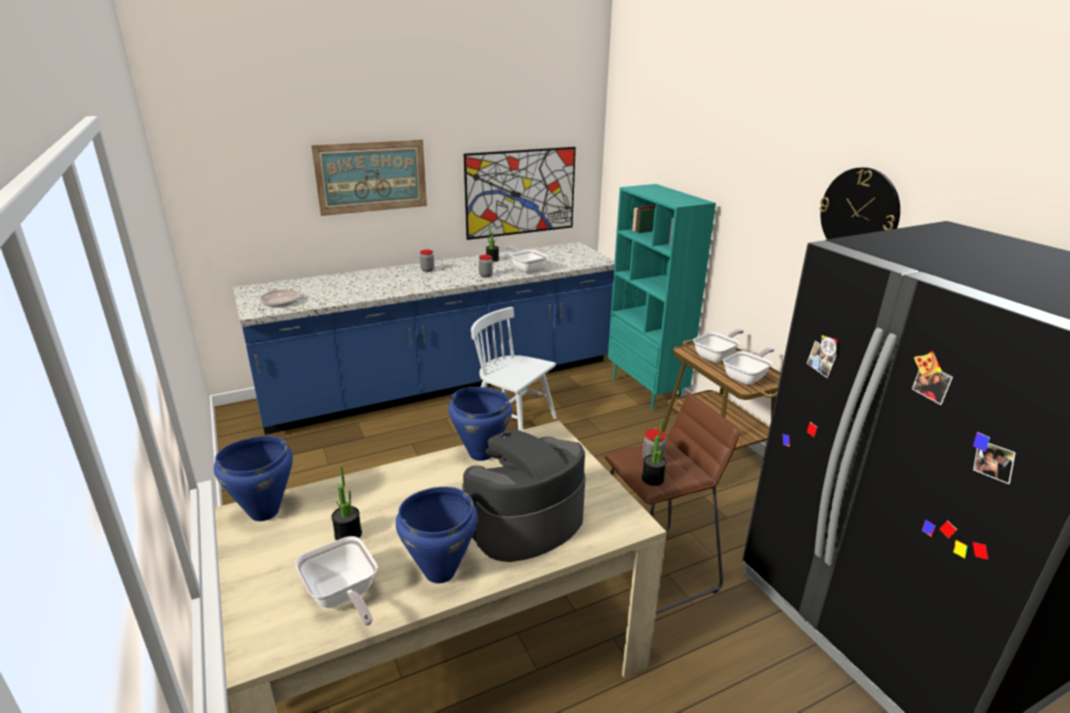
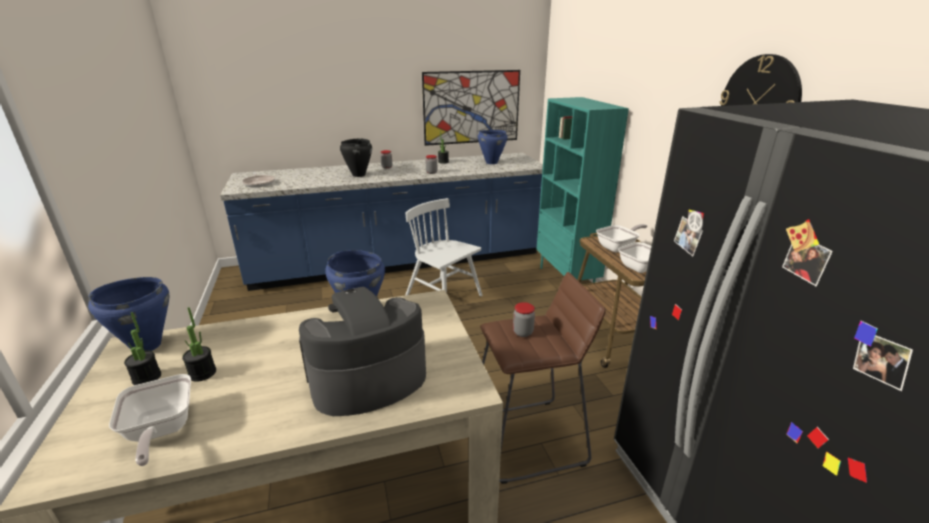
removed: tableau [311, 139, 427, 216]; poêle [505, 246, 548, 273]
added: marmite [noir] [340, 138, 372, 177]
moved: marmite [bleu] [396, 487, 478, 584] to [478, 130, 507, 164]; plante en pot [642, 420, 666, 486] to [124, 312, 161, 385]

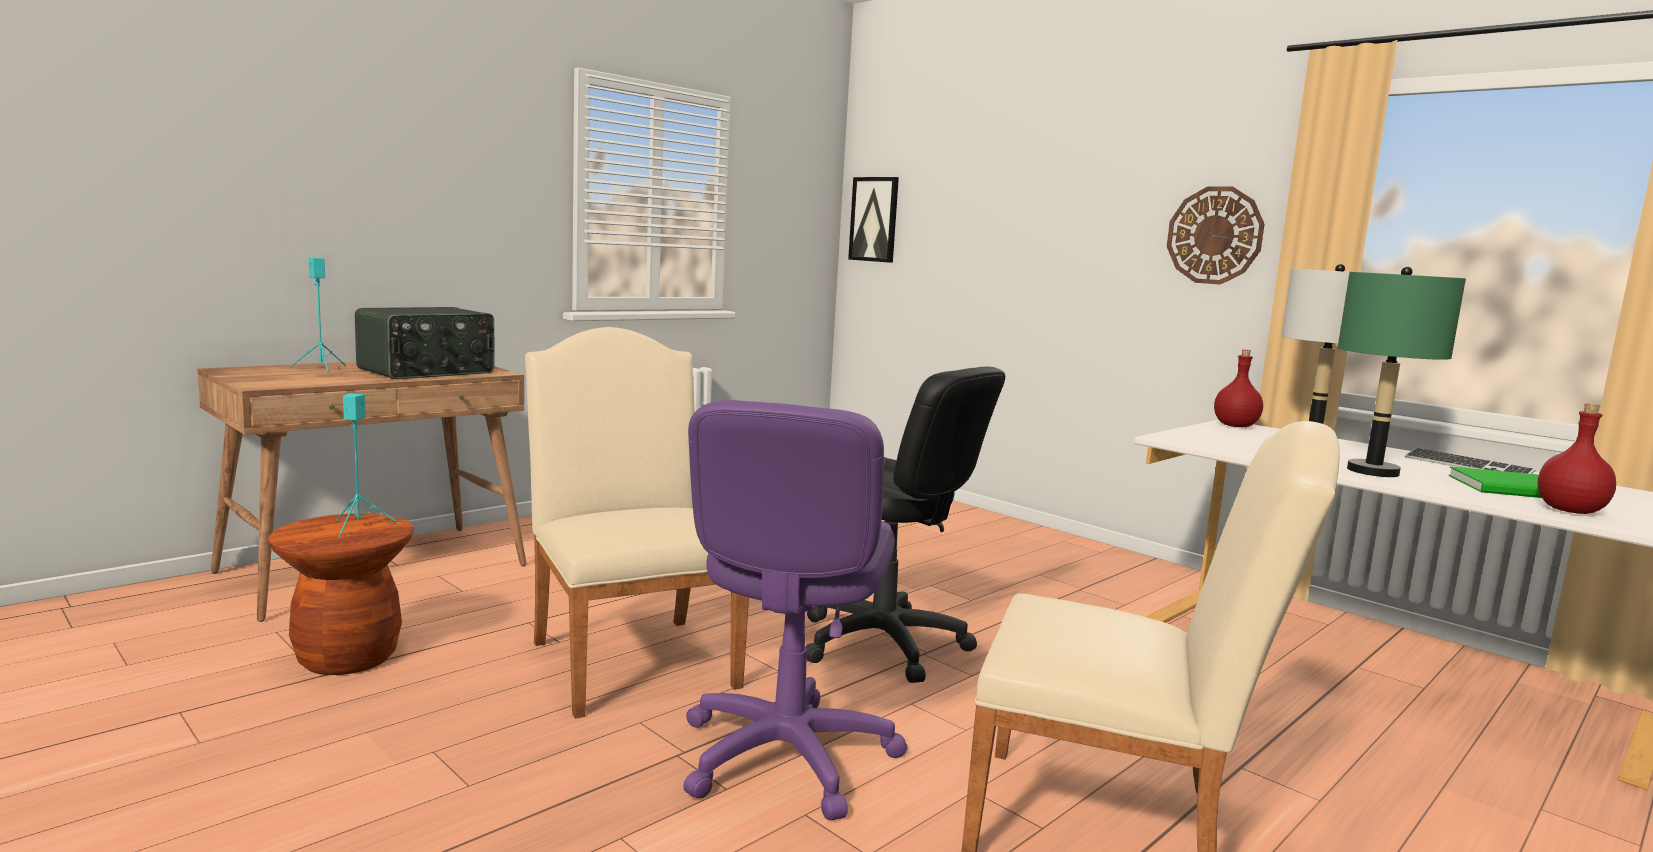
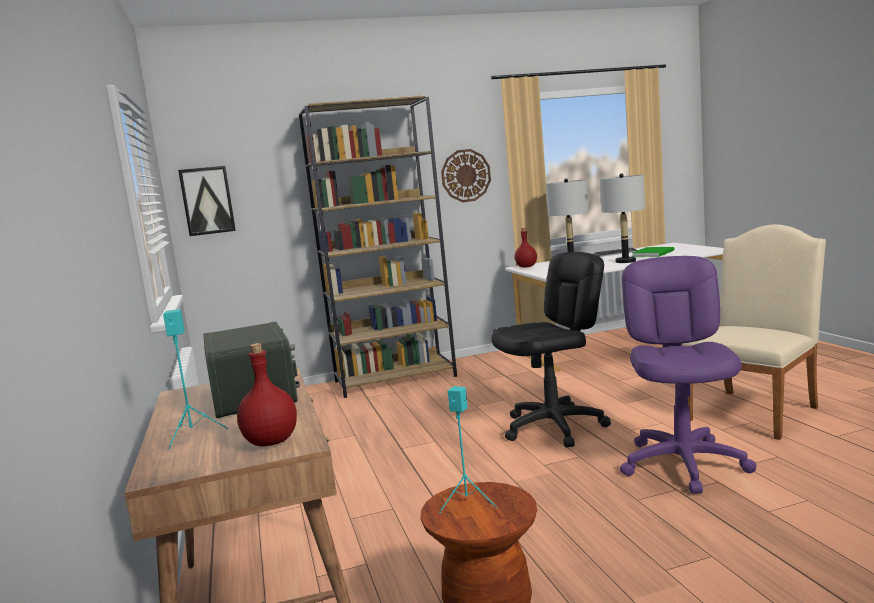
removed: chaise [beige] [525, 327, 749, 719]
added: bibliothèque [marron] [298, 95, 457, 398]
moved: bouteille [rouge] [1537, 404, 1616, 514] to [237, 343, 297, 446]
recoloured: lampe de table [vert] [1338, 267, 1466, 477] to lampe de table [gris] [600, 173, 645, 263]
turned: chaise de bureau [violet] [683, 400, 908, 821] = [620, 256, 757, 494] 120 degrees counterclockwise

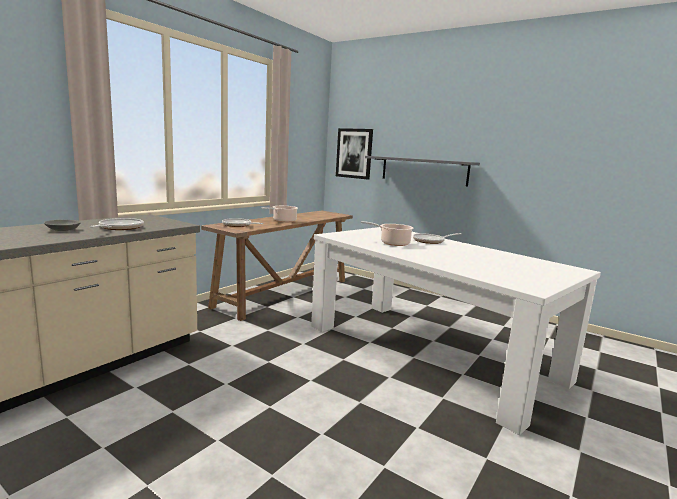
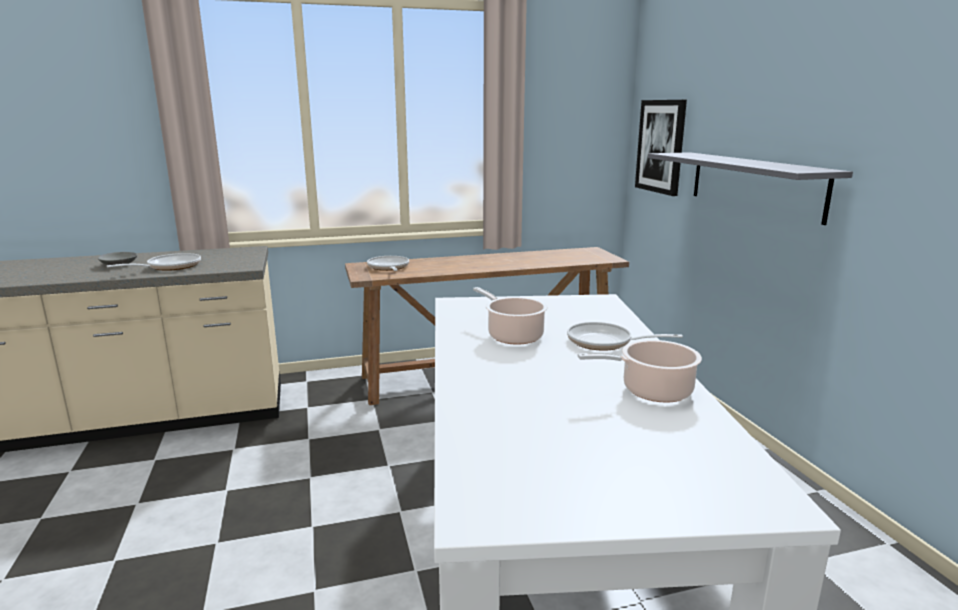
moved: marmite [262, 206, 298, 222] to [578, 340, 702, 402]

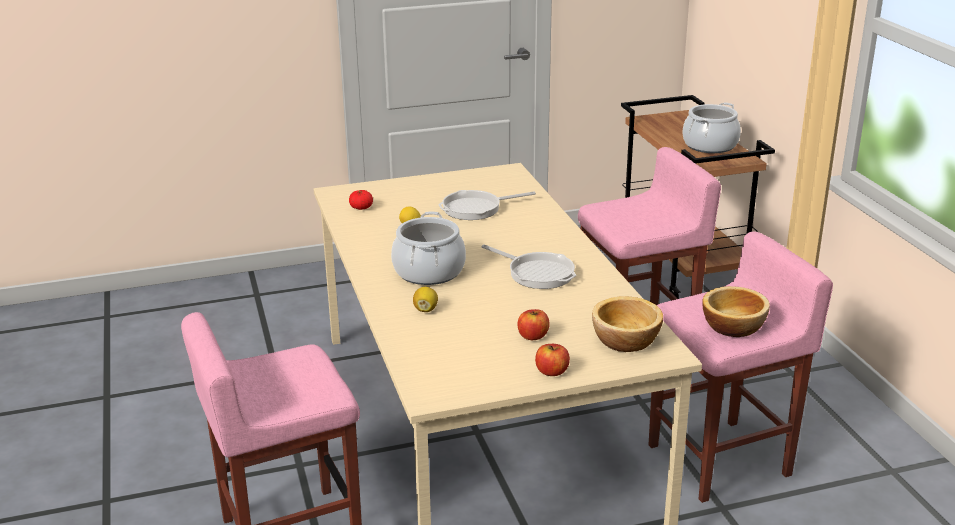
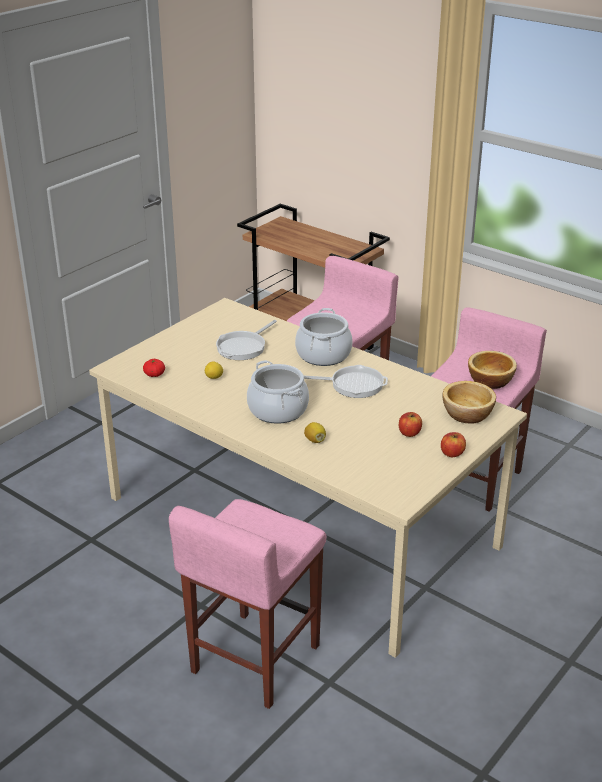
moved: marmite [682, 102, 741, 153] to [295, 308, 352, 366]

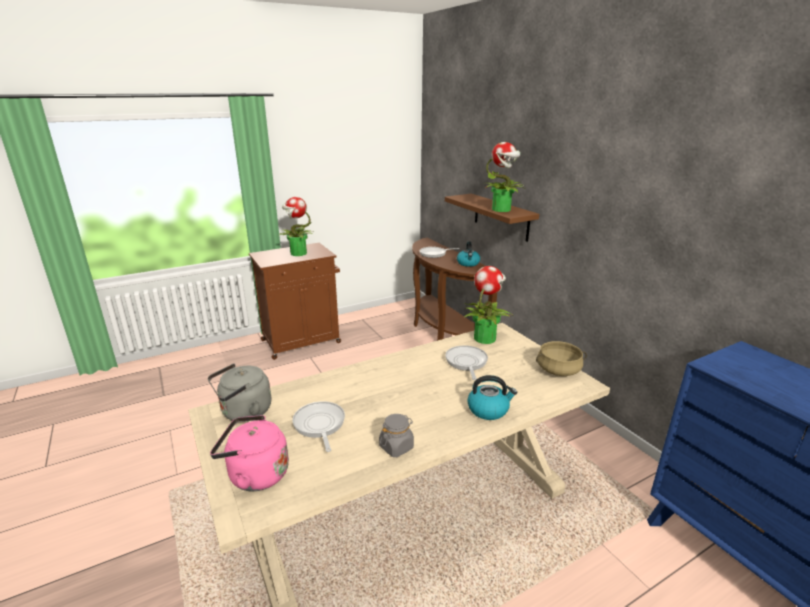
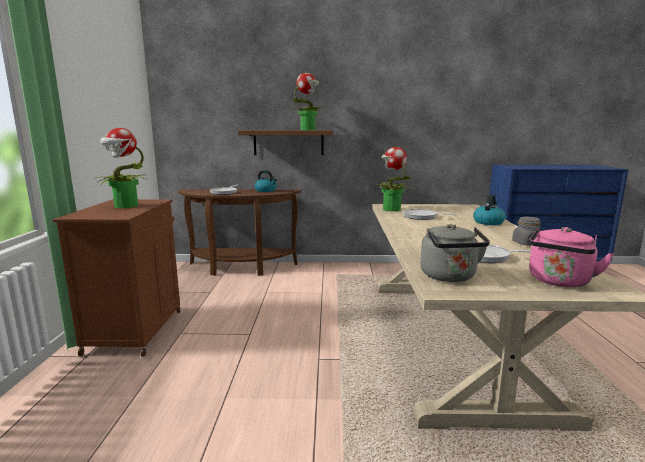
removed: marmite [beige] [536, 341, 587, 376]

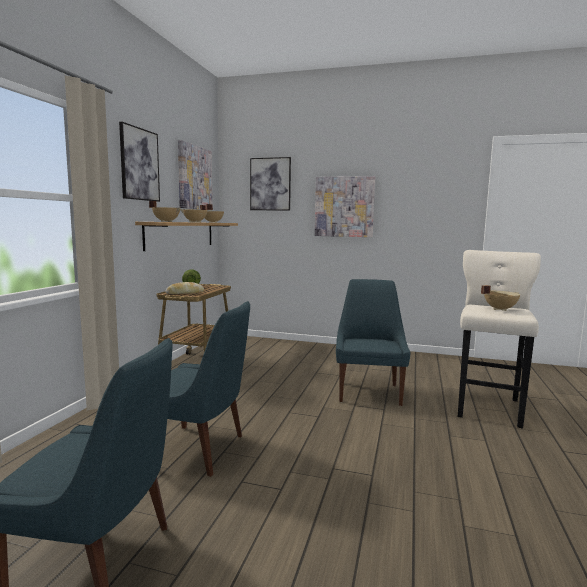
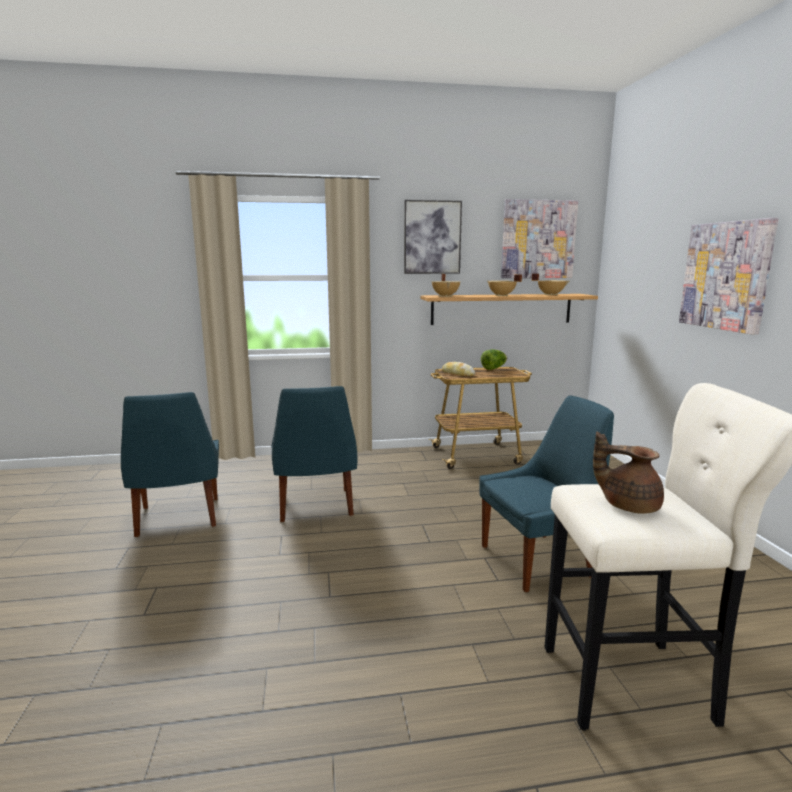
removed: tableau [250, 157, 291, 211]
replaced: marmite [beige] [481, 285, 520, 311] to théière [marron] [593, 431, 664, 514]

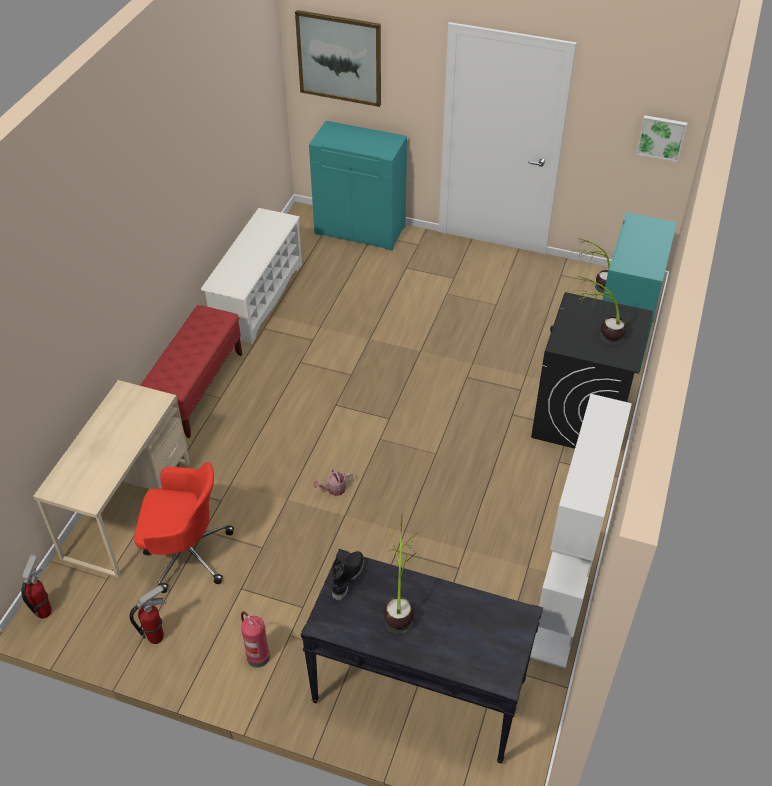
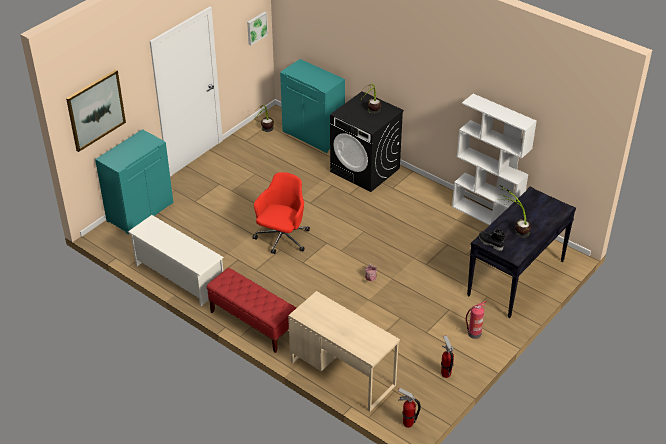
moved: chaise de bureau [rouge] [134, 462, 234, 593] to [253, 172, 310, 254]

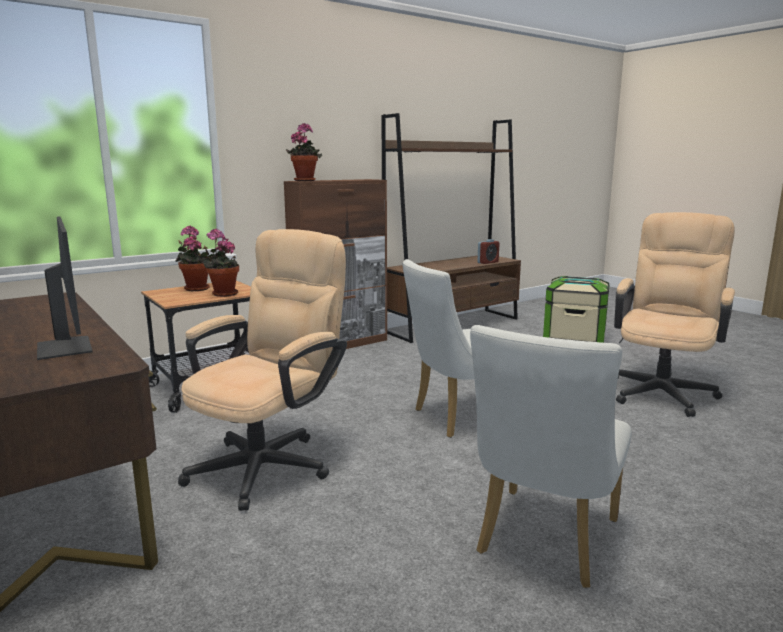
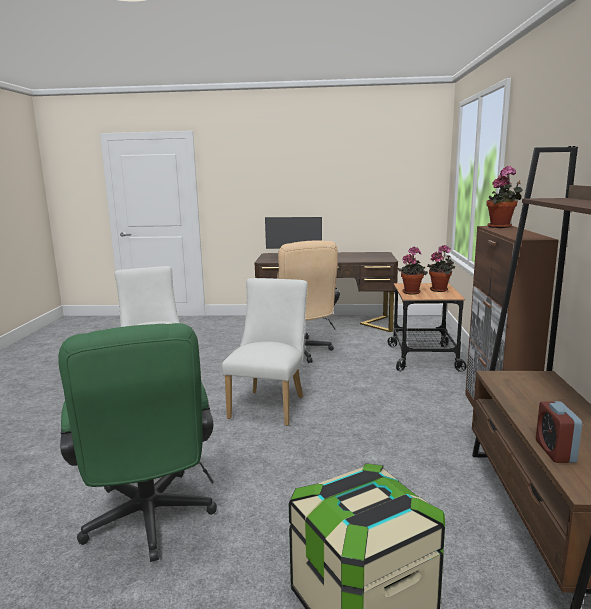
recoloured: chaise de bureau [beige] [614, 212, 735, 417] to chaise de bureau [vert] [58, 323, 217, 562]

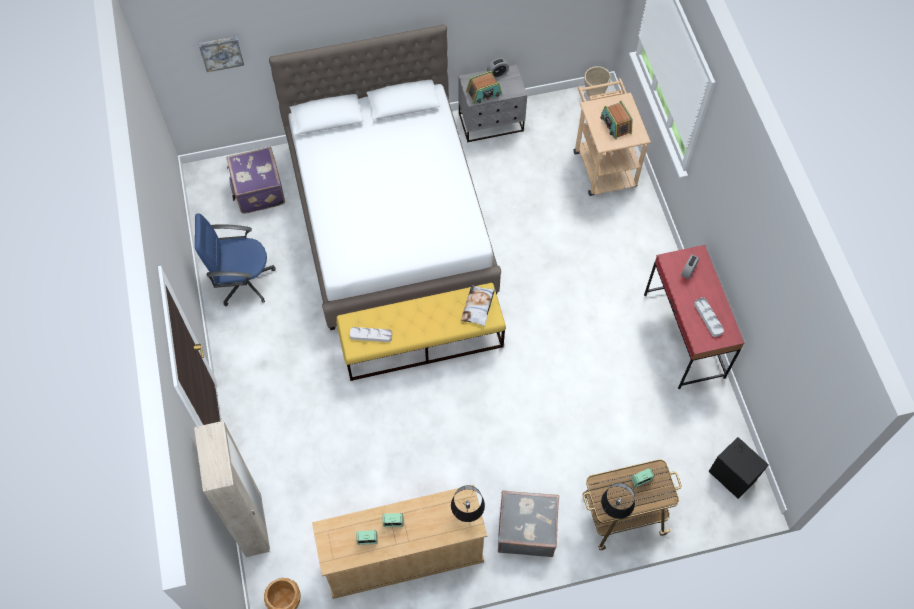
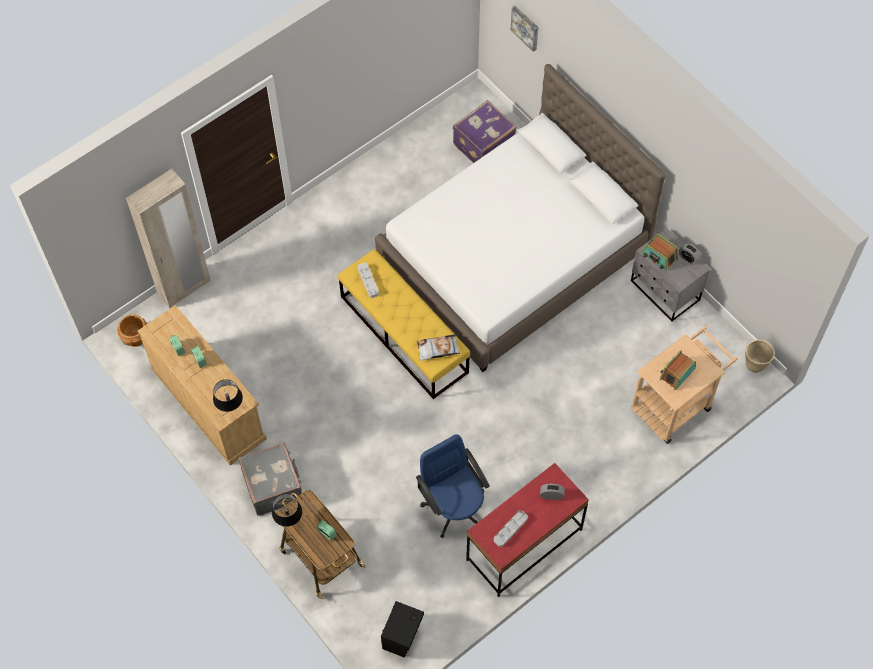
moved: chaise de bureau [bleu] [195, 213, 276, 306] to [416, 434, 490, 538]

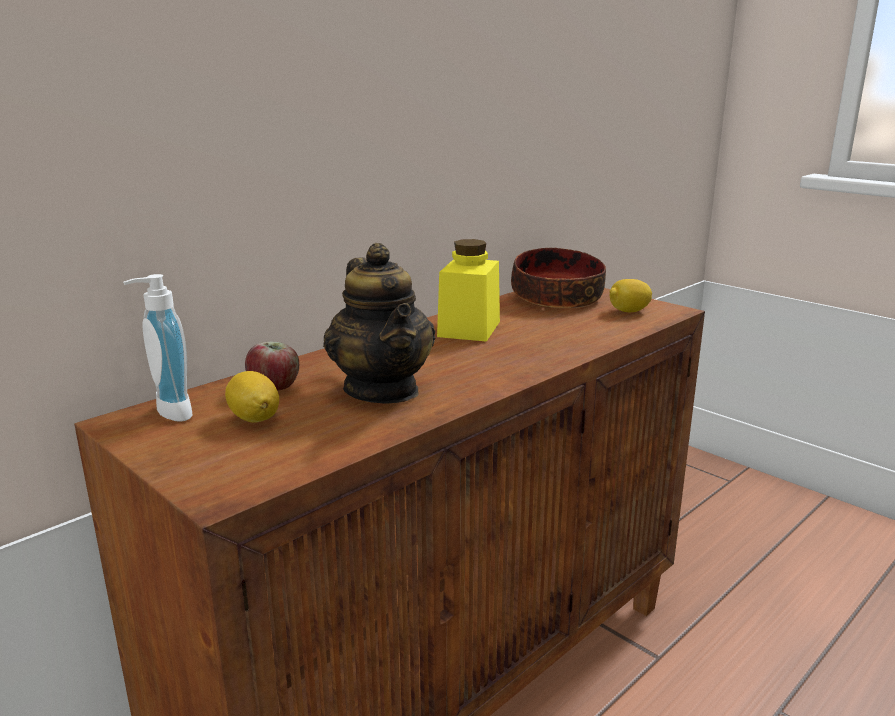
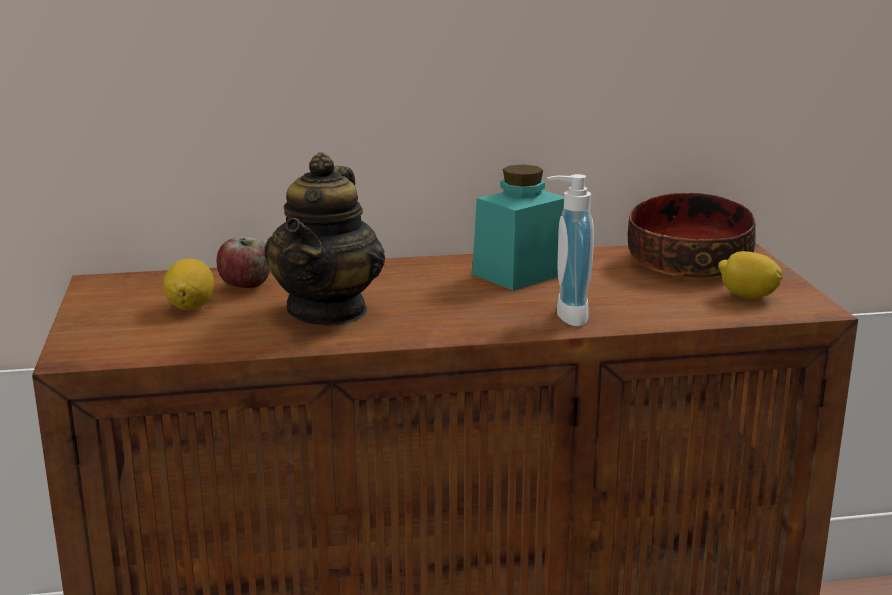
moved: distributeur de savon [123, 274, 193, 421] to [547, 174, 594, 327]
recoloured: bocal [jaune] [437, 239, 500, 342] to bocal [turquoise] [472, 164, 564, 290]

